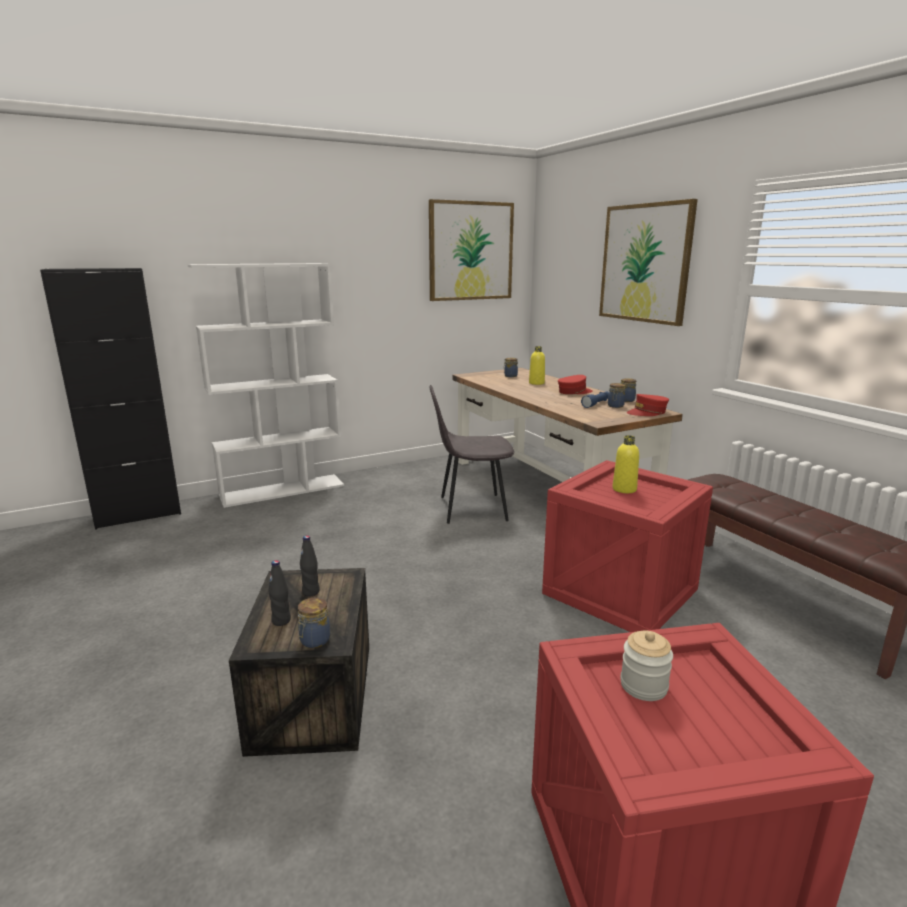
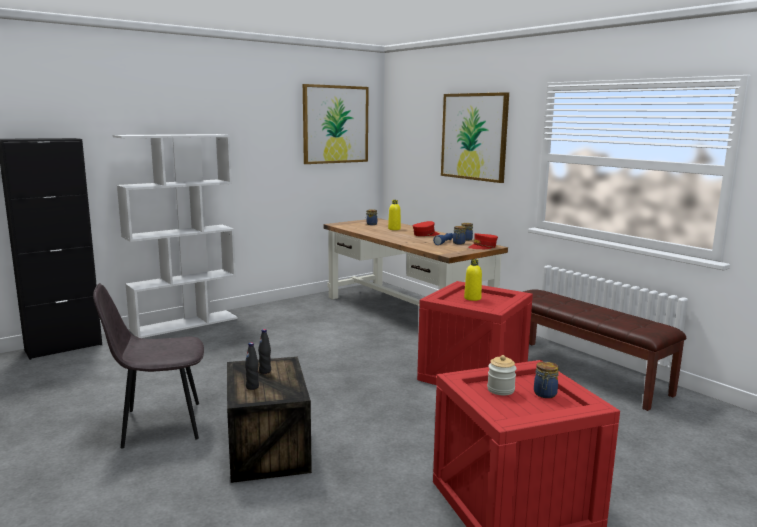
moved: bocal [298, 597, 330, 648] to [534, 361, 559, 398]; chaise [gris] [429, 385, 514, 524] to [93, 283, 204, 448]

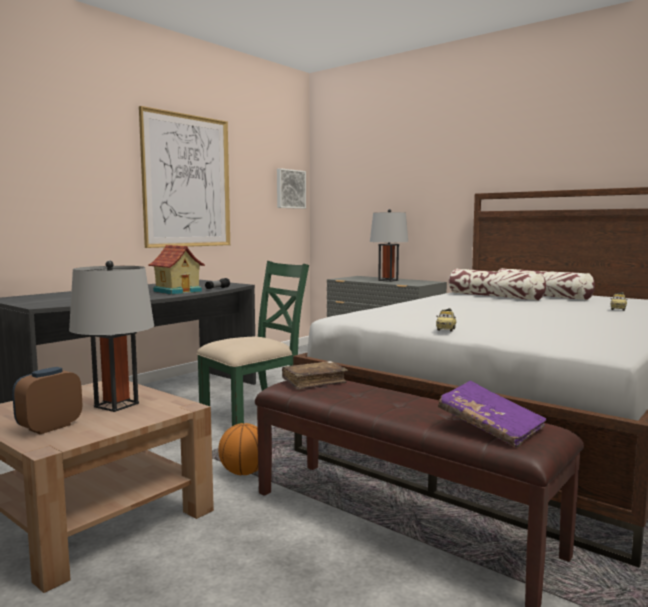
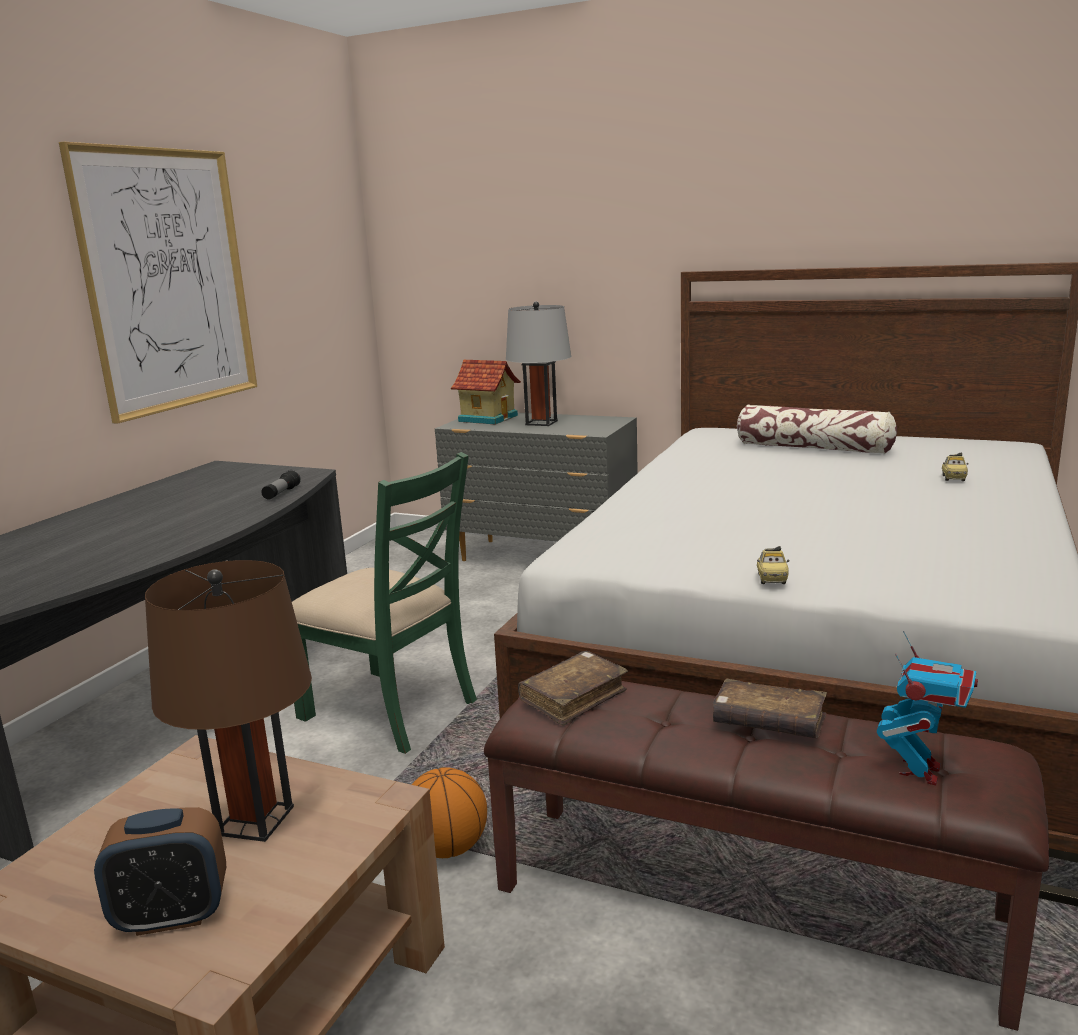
removed: tableau [277, 168, 306, 209]; coussin [449, 269, 546, 301]
added: livre [marron] [713, 678, 827, 738]
moved: maison miniature [148, 245, 205, 295] to [451, 360, 521, 425]
replaced: livre [violet] [438, 381, 547, 448] to robot jouet [877, 631, 978, 785]
recoloured: lampe de table [gris] [69, 260, 154, 412] to lampe de table [marron] [145, 560, 312, 842]
turned: réveil [12, 367, 82, 434] = [94, 807, 226, 936] 120 degrees counterclockwise; chaise [vert] [197, 261, 309, 426] = [292, 452, 477, 754] 90 degrees clockwise

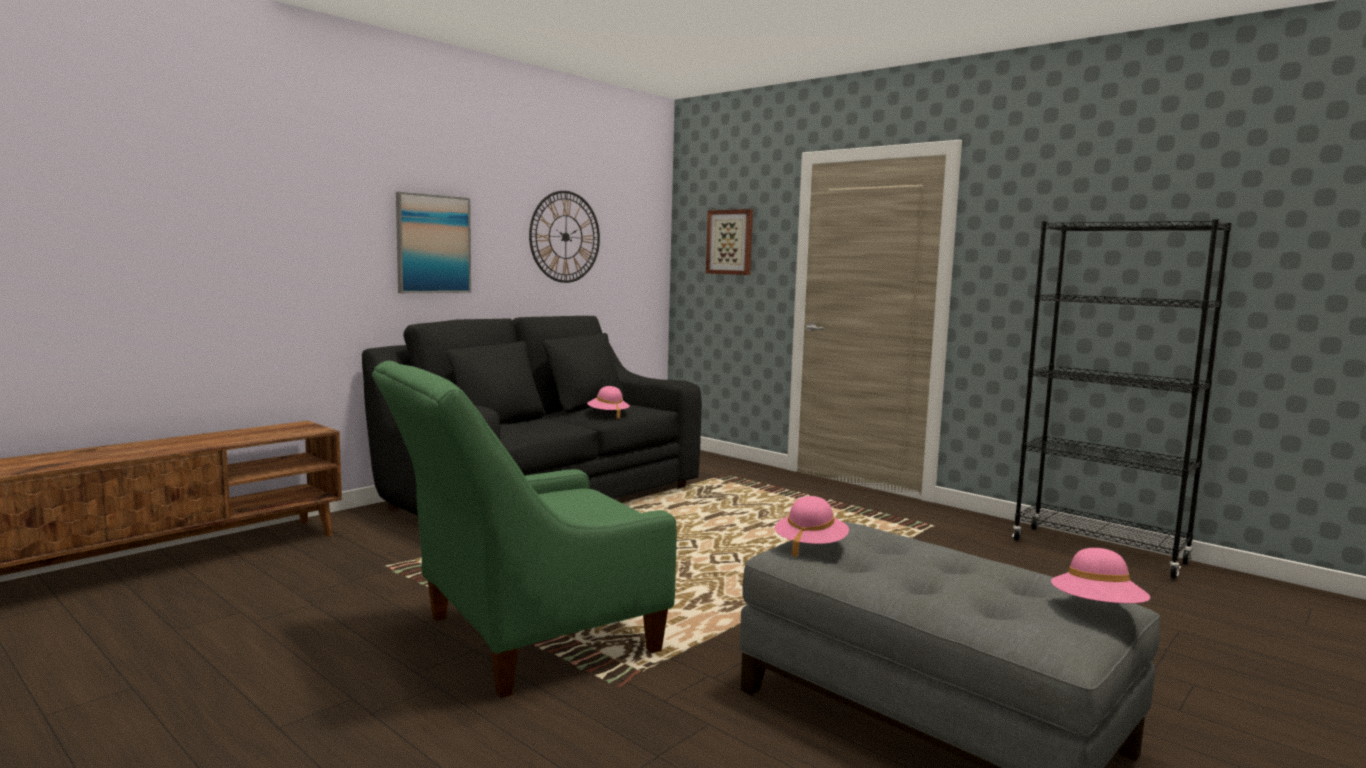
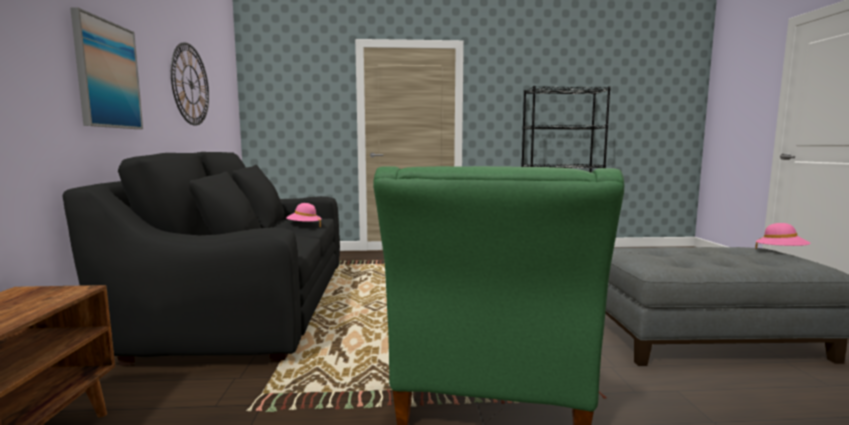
removed: tableau [706, 209, 753, 275]; chapeau [rose] [775, 496, 849, 557]

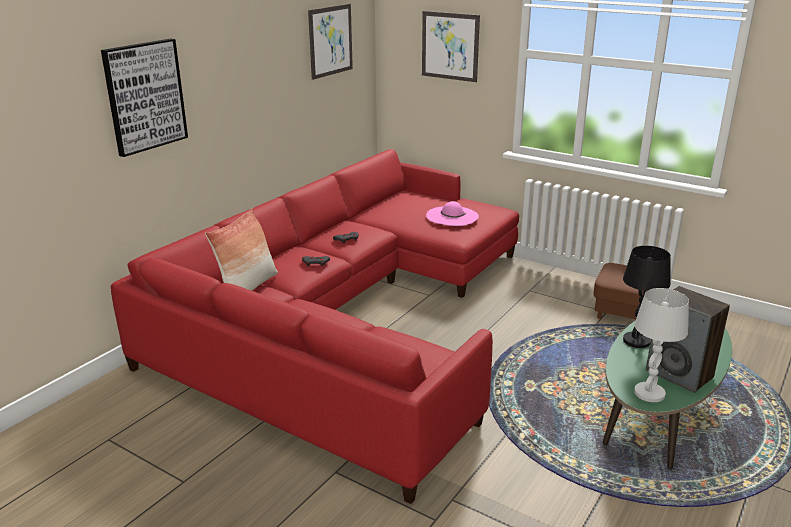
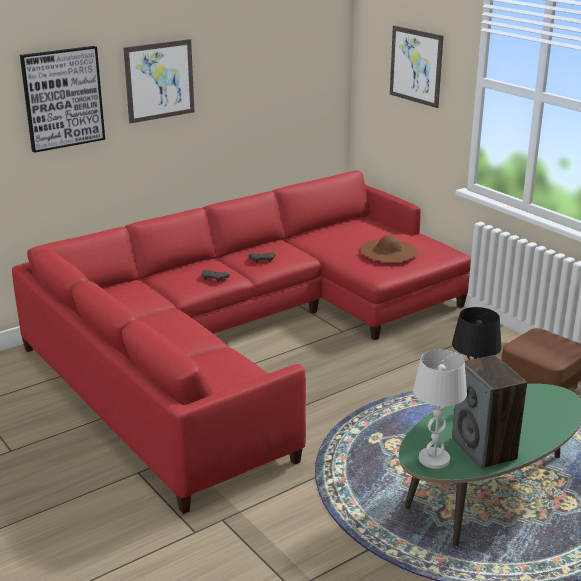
removed: coussin [205, 208, 278, 291]
moved: tableau [308, 4, 353, 80] to [123, 39, 195, 124]
recoloured: chapeau [rose] [426, 201, 479, 226] to chapeau [marron] [360, 235, 418, 263]

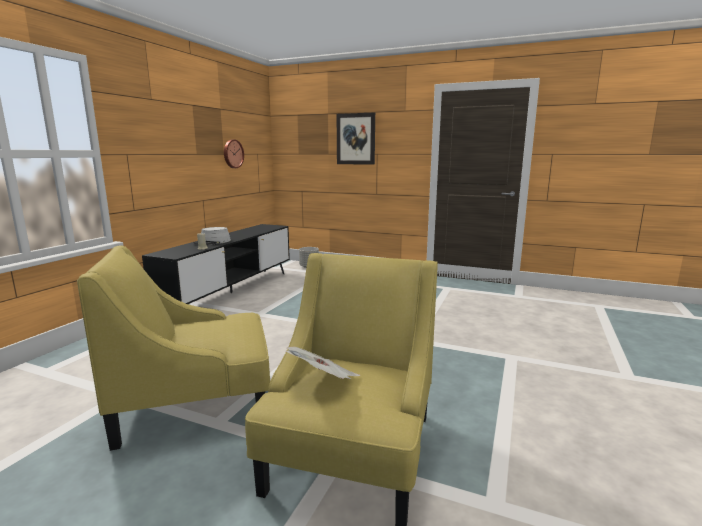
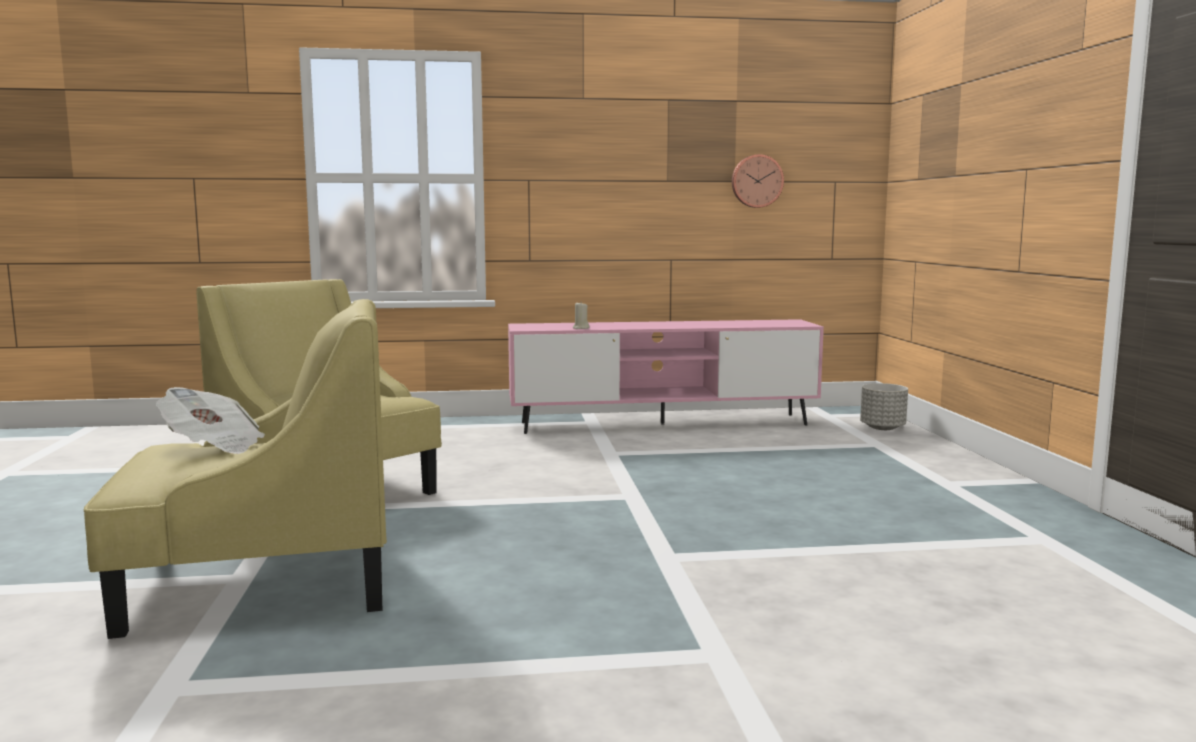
removed: chapeau [gris] [193, 227, 231, 245]; tableau [337, 112, 375, 165]
recoloured: meuble télé [noir] [142, 224, 290, 304] to meuble télé [rose] [508, 319, 824, 434]

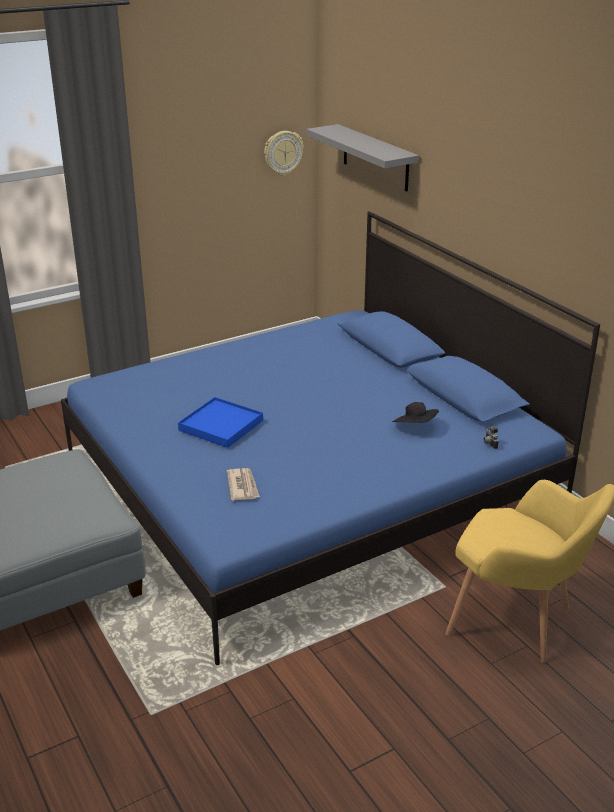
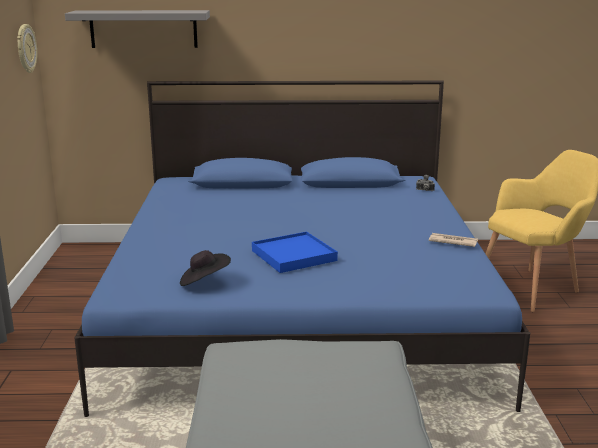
moved: journal [227, 468, 260, 501] to [429, 233, 478, 247]; chapeau [noir] [392, 402, 439, 423] to [180, 250, 231, 286]

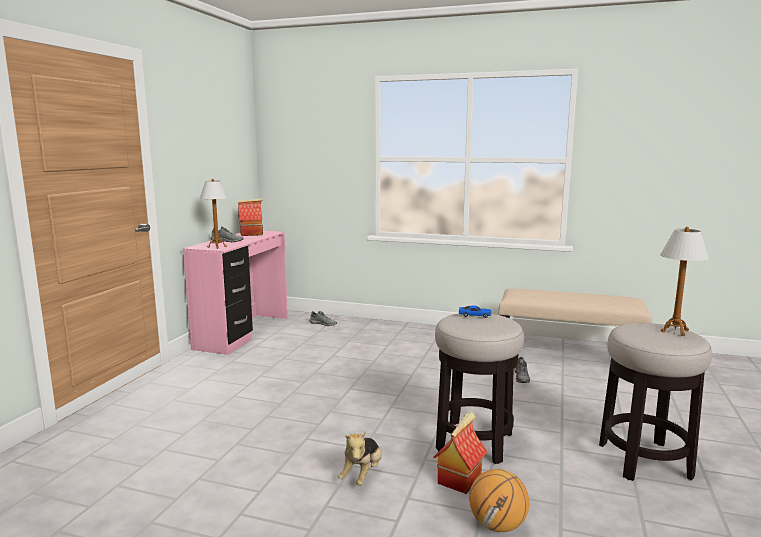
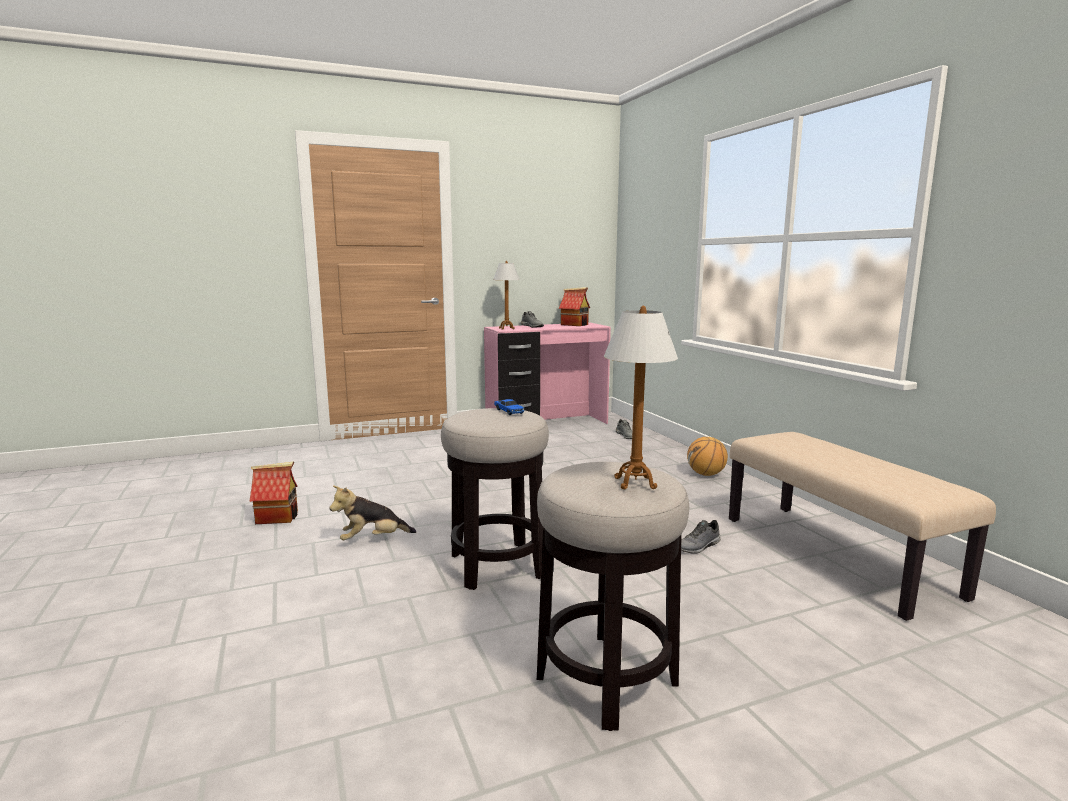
moved: maison miniature [433, 412, 487, 494] to [249, 461, 298, 524]; ballon de basket [469, 469, 529, 532] to [687, 437, 728, 476]

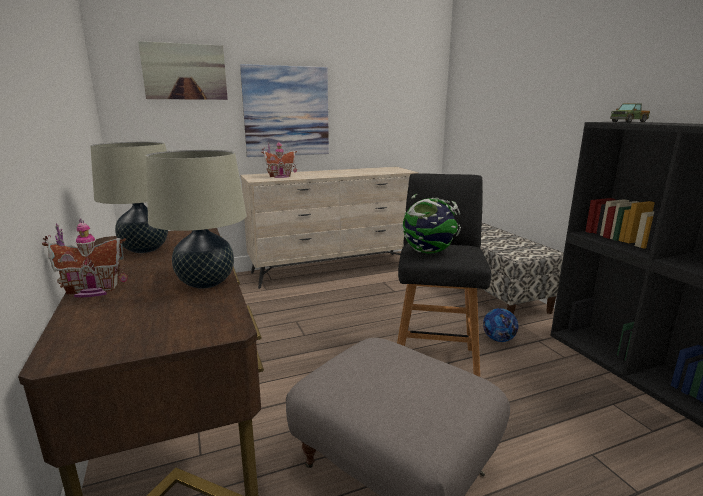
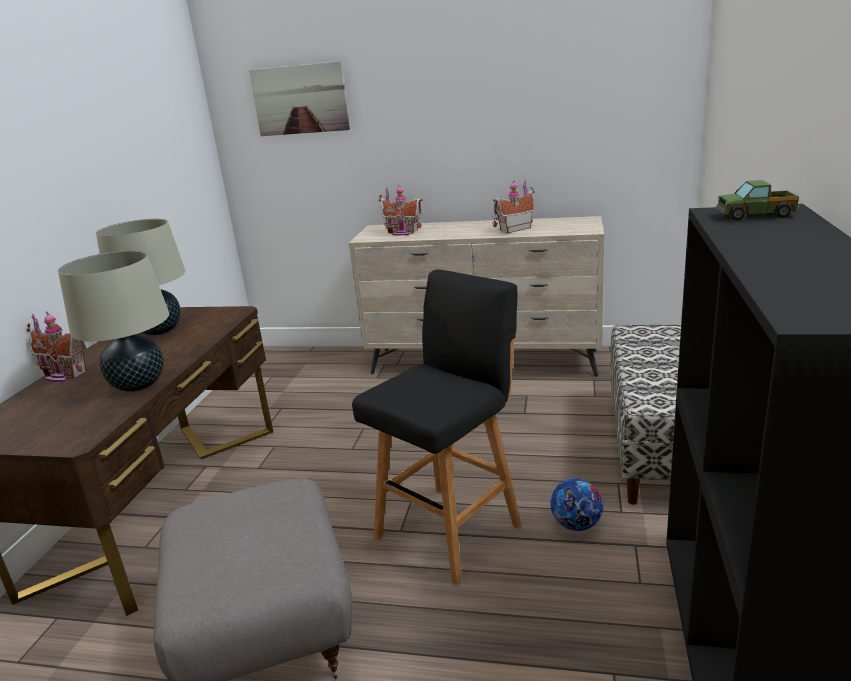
removed: tableau [240, 64, 329, 157]; globe [402, 194, 461, 254]
added: maison miniature [492, 180, 534, 233]

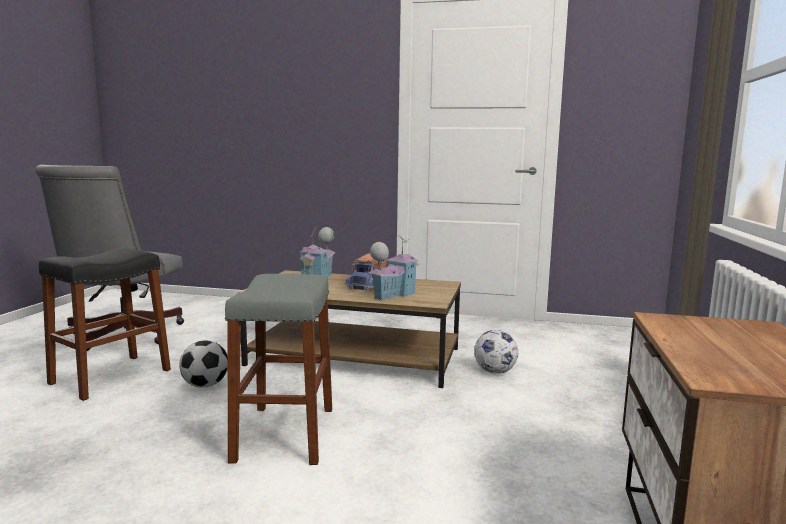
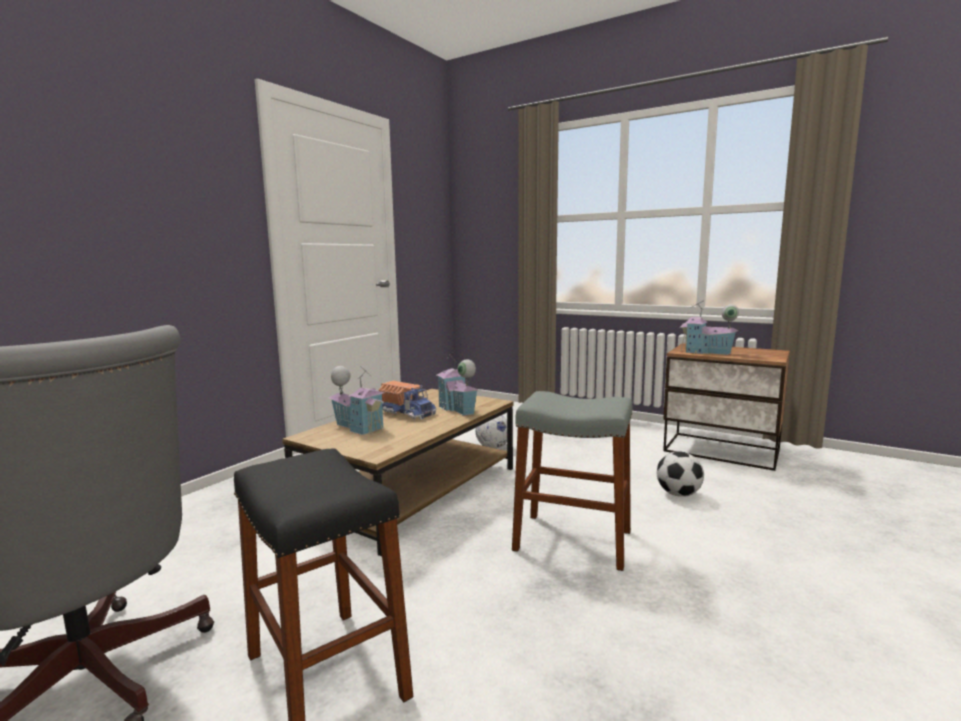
added: maison miniature [680, 300, 739, 355]
moved: ballon de foot [179, 340, 228, 388] to [657, 451, 704, 497]

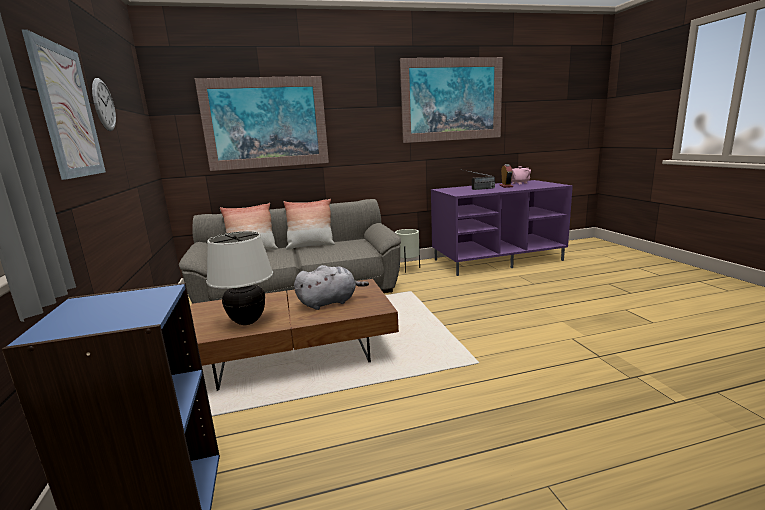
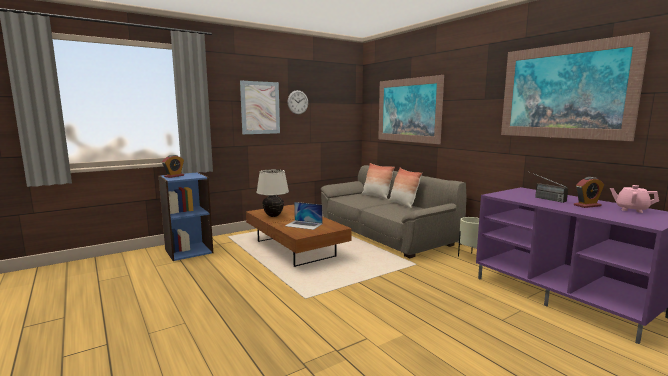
added: réveil [162, 155, 184, 178]
replaced: peluche [gris] [294, 265, 369, 310] to ordinateur portable [285, 202, 323, 230]

